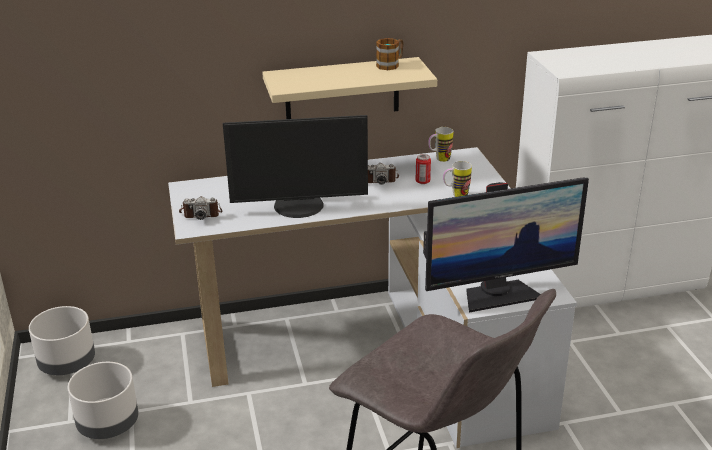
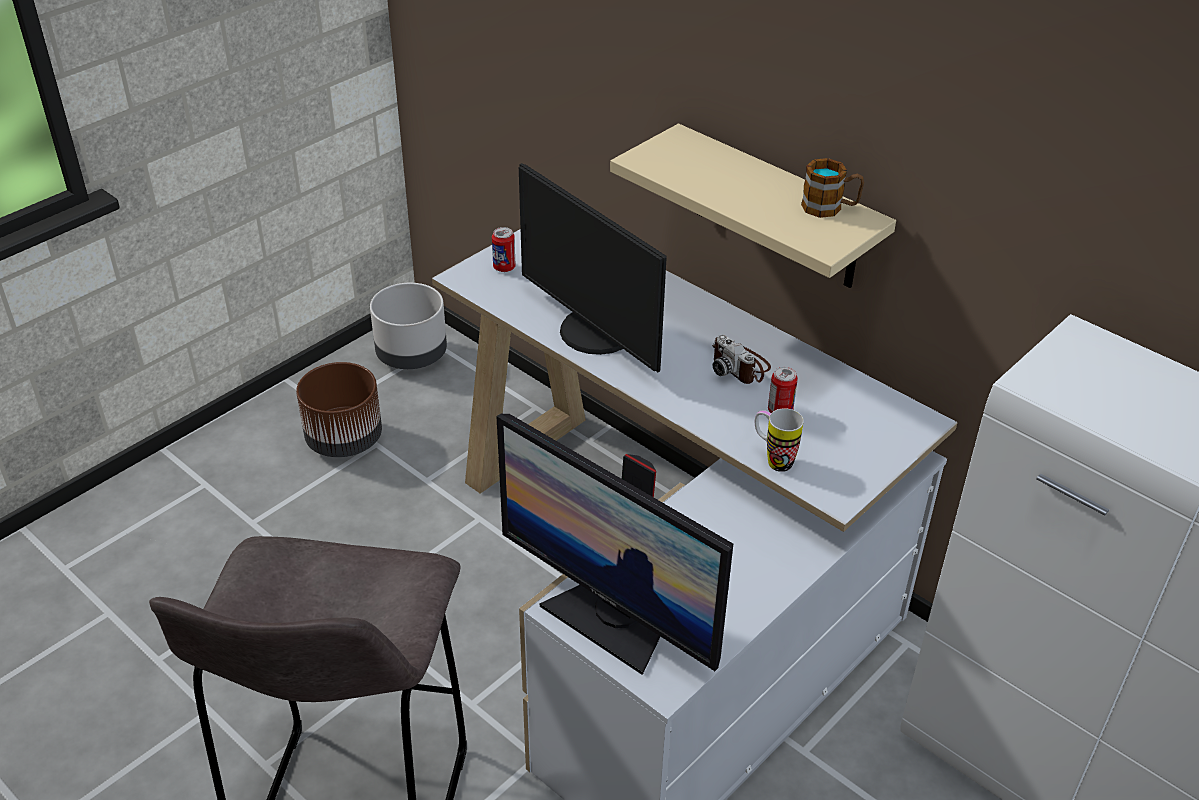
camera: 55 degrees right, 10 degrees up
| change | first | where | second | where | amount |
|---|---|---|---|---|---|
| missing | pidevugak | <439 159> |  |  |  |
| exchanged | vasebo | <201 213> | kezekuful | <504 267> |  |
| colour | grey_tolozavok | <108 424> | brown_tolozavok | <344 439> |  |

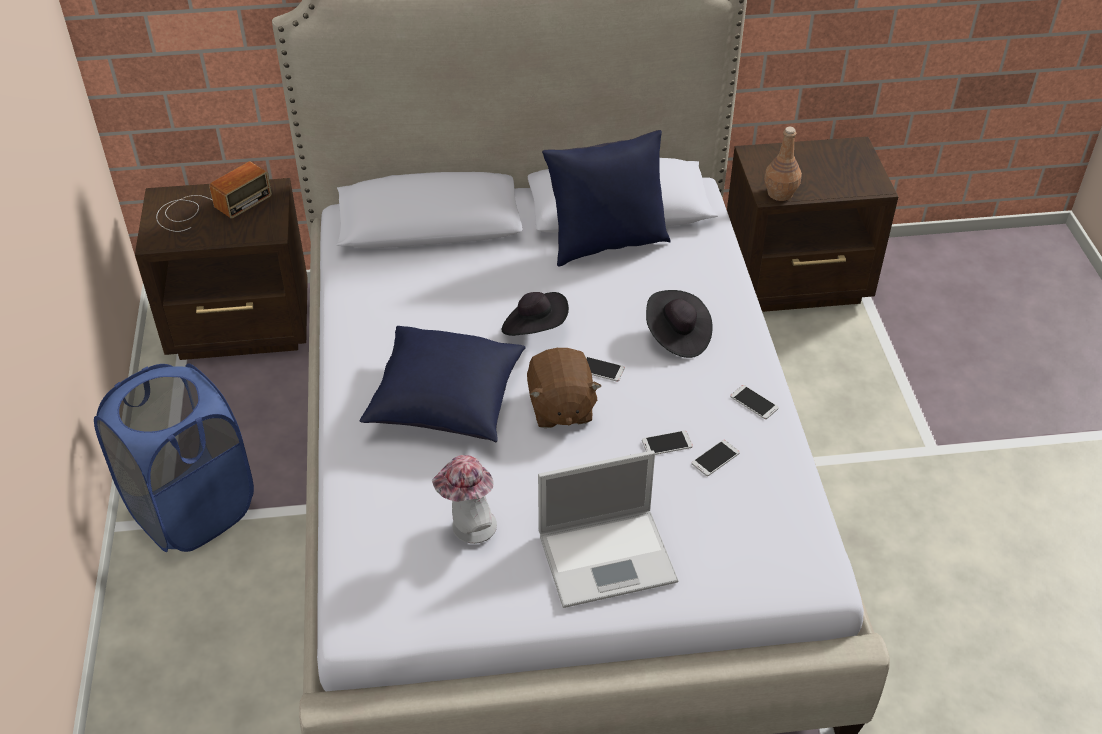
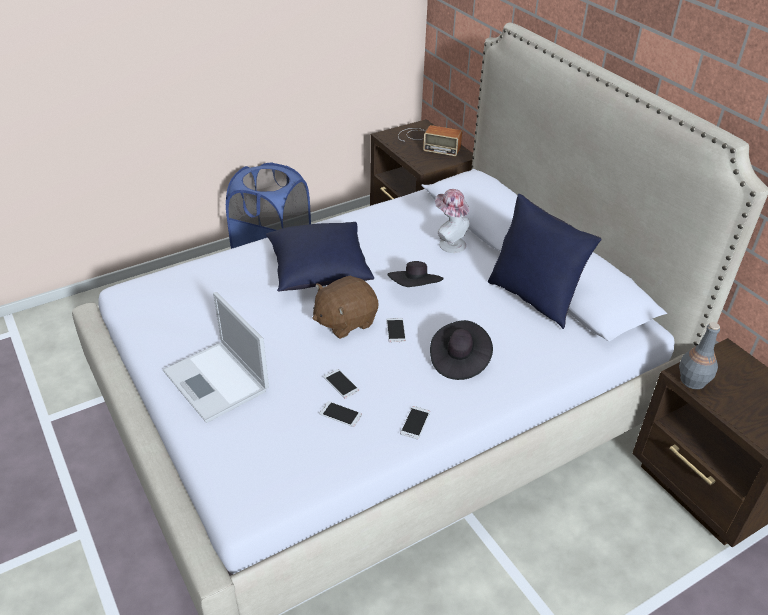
camera: 65 degrees right, 5 degrees down
| change | first | where | second | where | amount |
|---|---|---|---|---|---|
| colour | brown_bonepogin | <780 193> | grey_bonepogin | <692 381> |  |
| relocated | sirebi | <468 528> |  | <449 243> |  |

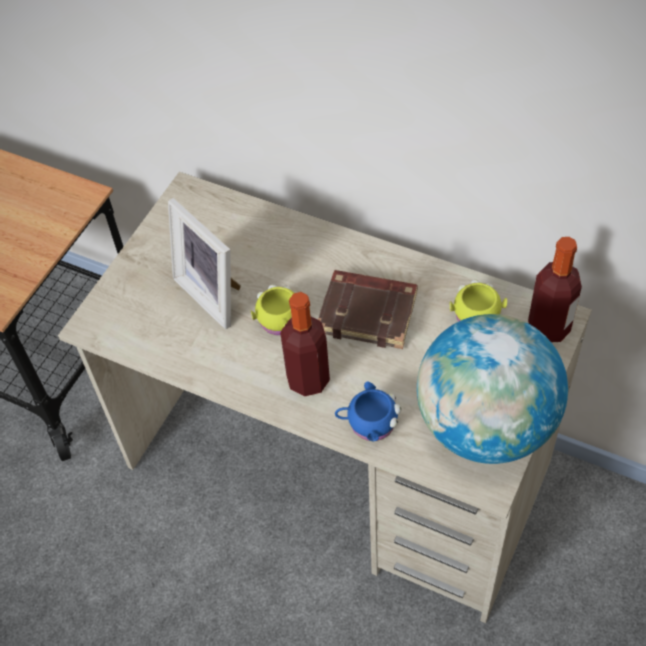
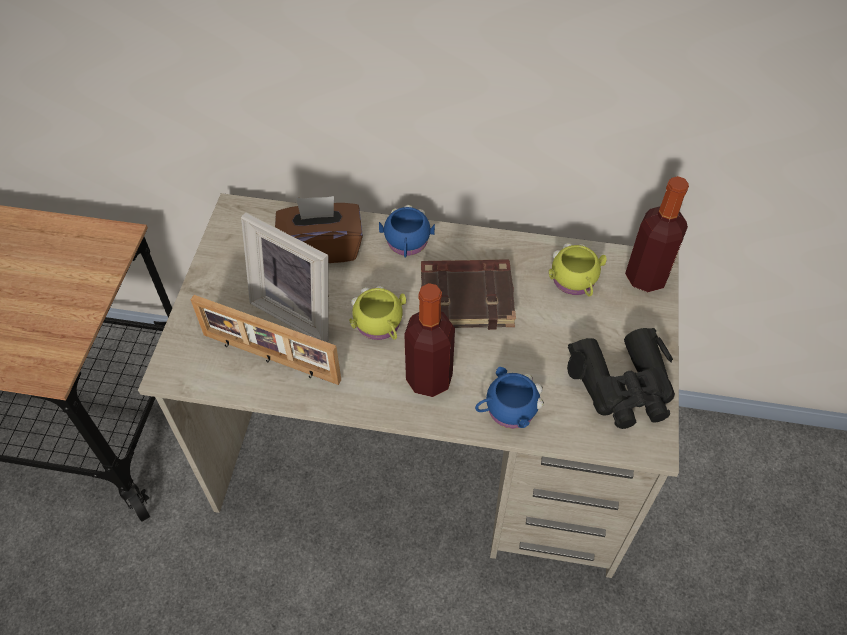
camera: 20 degrees left, 0 degrees up
| change | first | where | second | where | amount |
|---|---|---|---|---|---|
| exchanged | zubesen | <485 425> | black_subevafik | <623 386> |  |
| appeared |  |  | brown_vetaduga | <321 248> |  |
| appeared |  |  | blue_pidevugak | <407 244> |  |
| appeared |  |  | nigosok | <270 359> |  |

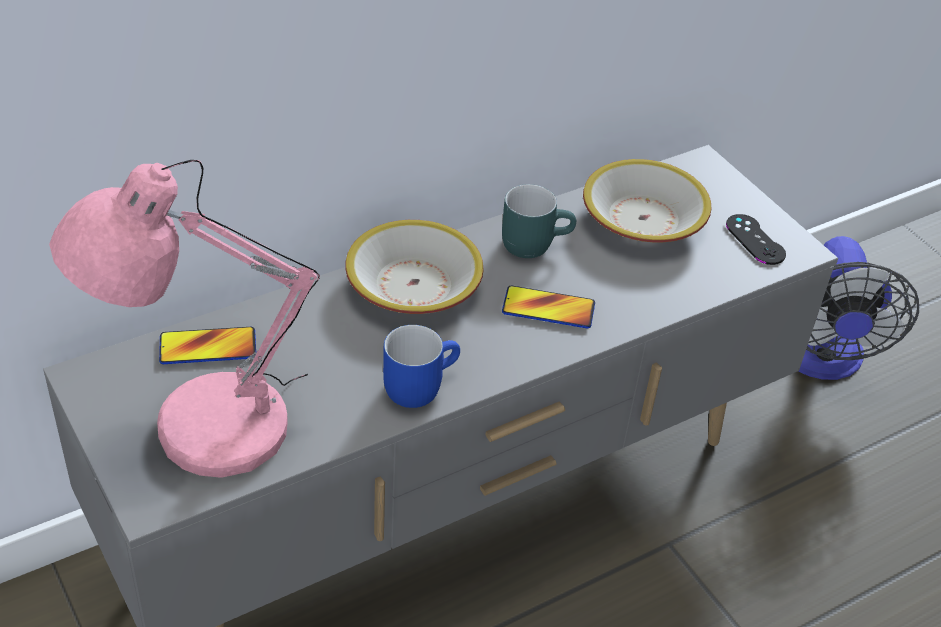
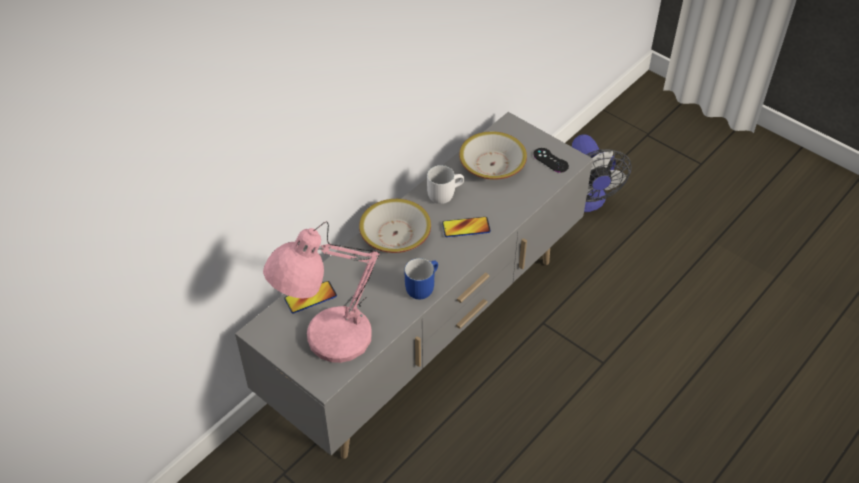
camera: 15 degrees left, 5 degrees up
| change | first | where | second | where | amount |
|---|---|---|---|---|---|
| colour | turquoise_pidevugak | <534 242> | white_pidevugak | <444 193> |  |

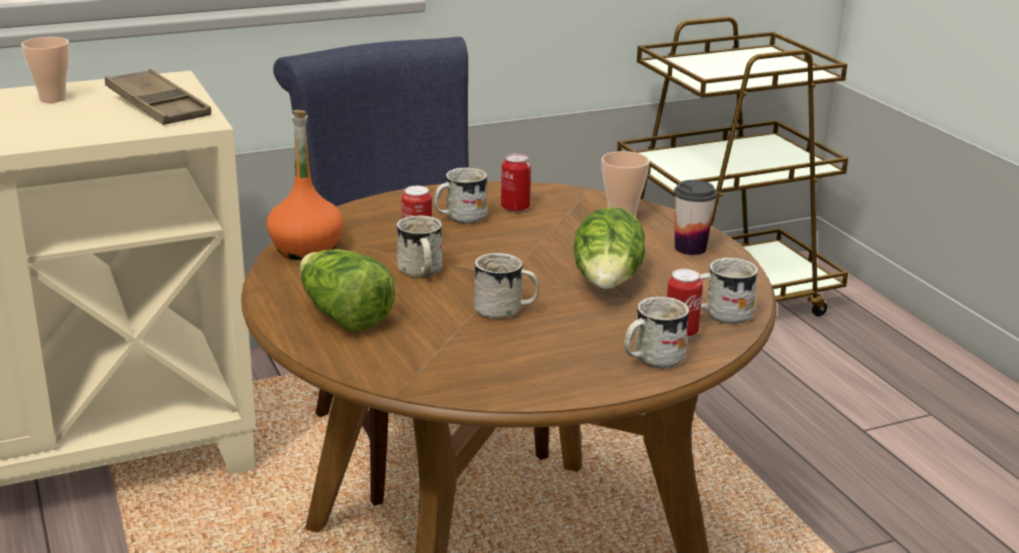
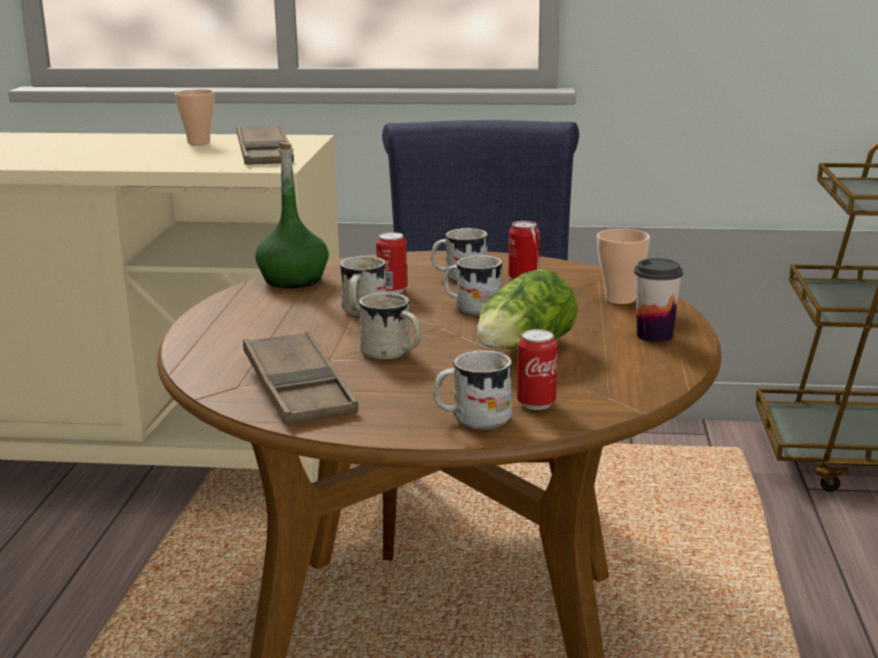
camera: 30 degrees right, 5 degrees down
| change | first | where | second | where | amount |
|---|---|---|---|---|---|
| colour | orange_bonepogin | <306 248> | green_bonepogin | <293 280> |  |
| missing | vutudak | <343 315> |  |  |  |
| relocated | white_pidevugak | <720 314> |  | <472 308> |  |
| appeared |  |  | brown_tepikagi | <298 389> |  |

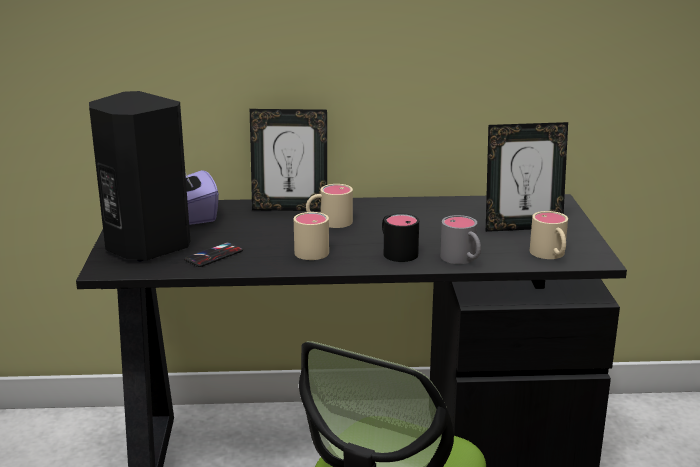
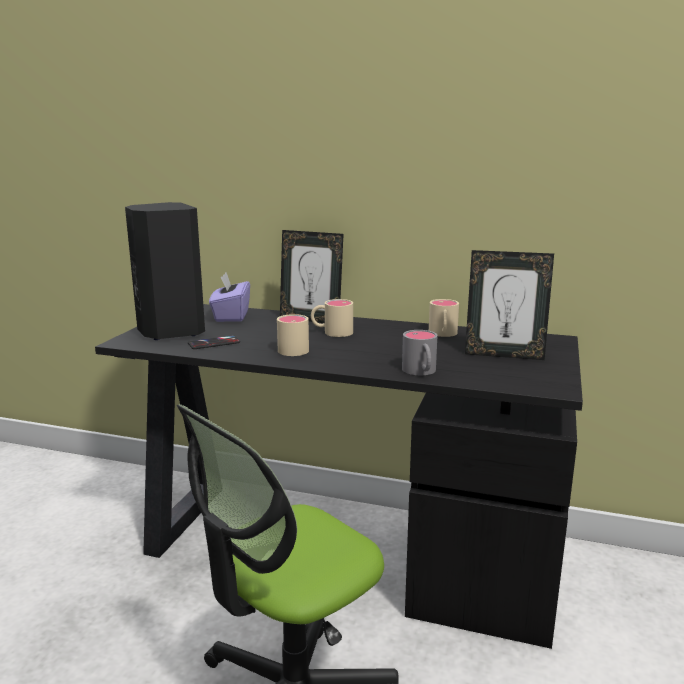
camera: 20 degrees right, 5 degrees down
| change | first | where | second | where | amount |
|---|---|---|---|---|---|
| relocated | beige_pidevugak | <550 255> |  | <443 334> |  |
| missing | black_pidevugak | <396 251> |  |  |  |

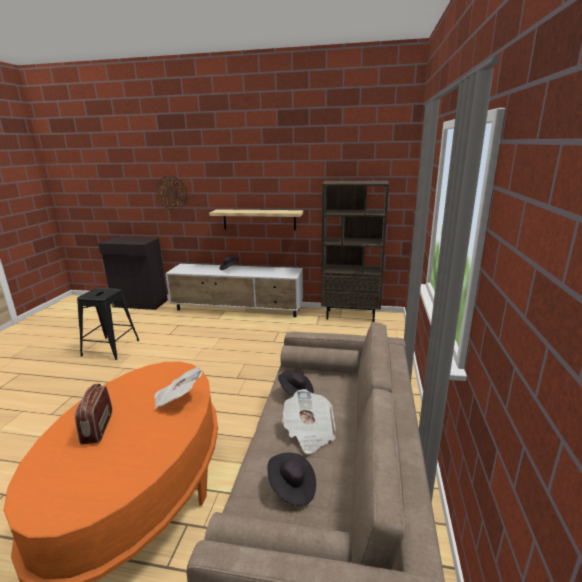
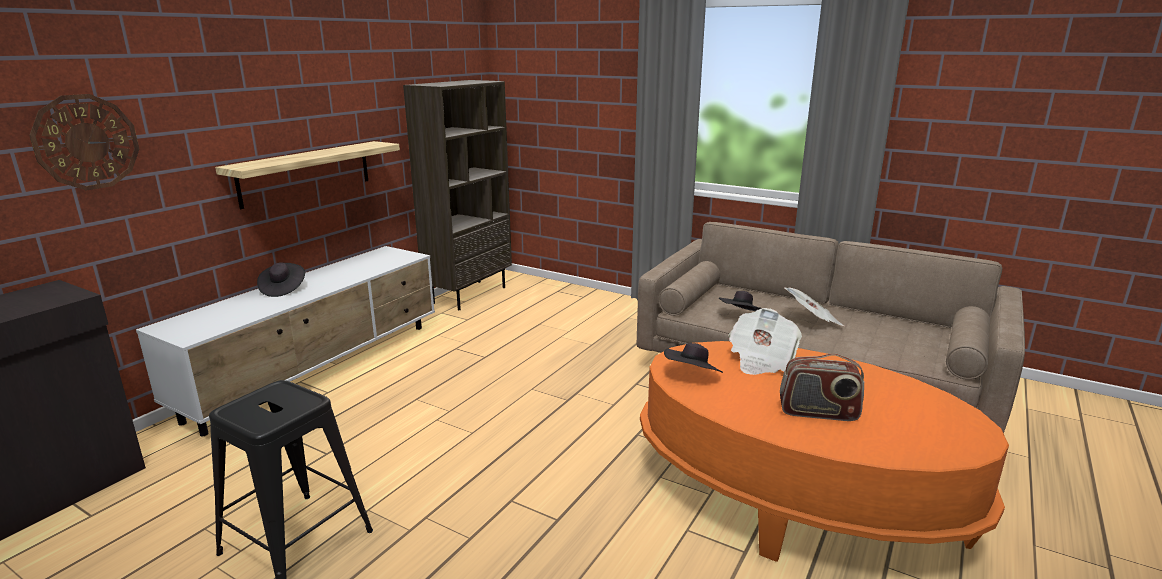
camera: 70 degrees left, 0 degrees up
| change | first | where | second | where | amount |
|---|---|---|---|---|---|
| relocated | black_sirebi | <292 488> |  | <692 376> |  |

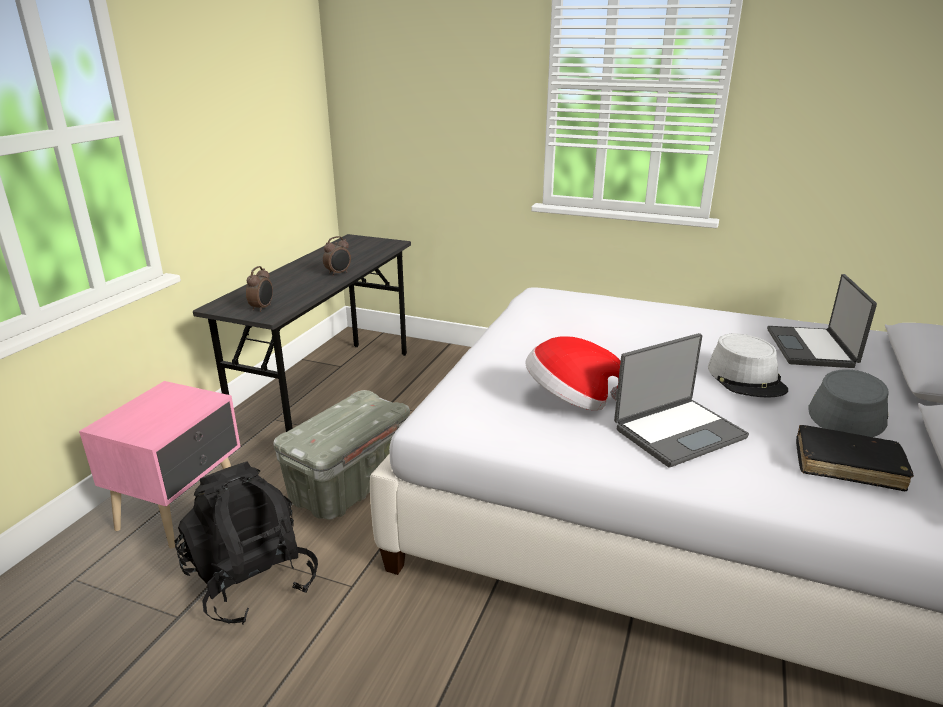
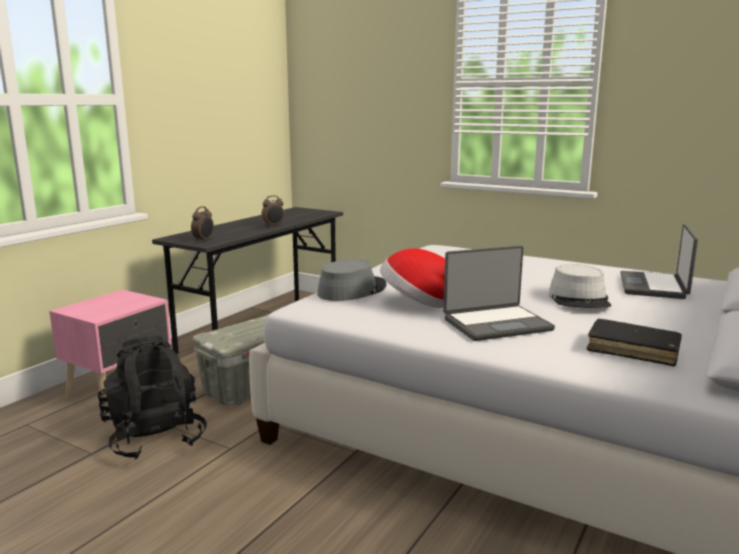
camera: 10 degrees right, 10 degrees down
| change | first | where | second | where | amount |
|---|---|---|---|---|---|
| relocated | grey_sirebi | <847 412> |  | <352 290> |  |

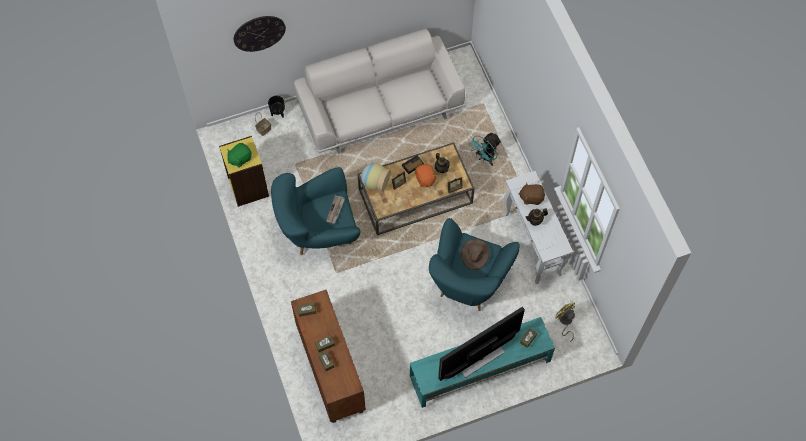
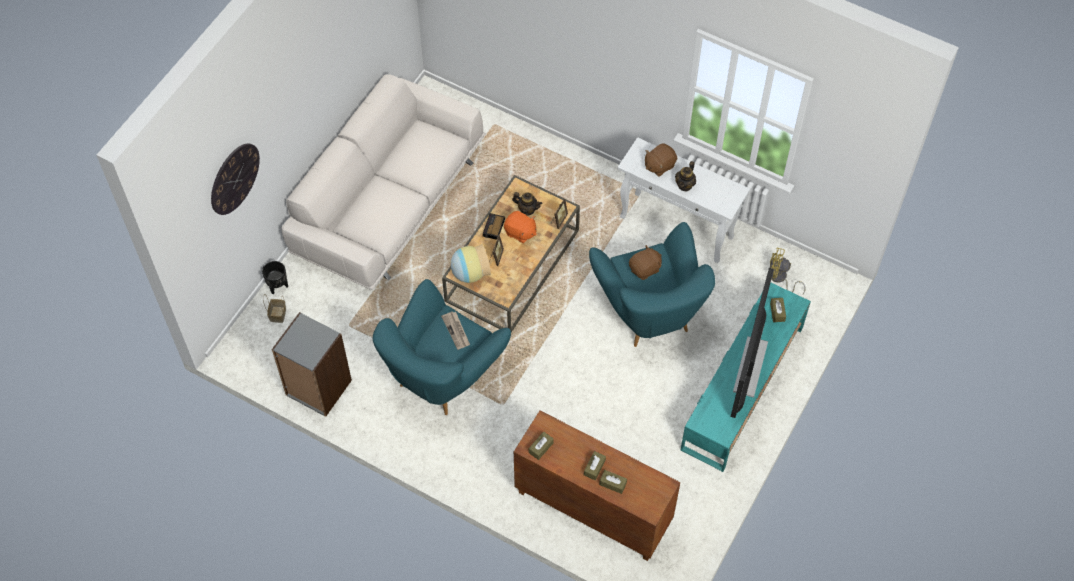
camera: 40 degrees left, 5 degrees down
| change | first | where | second | where | amount |
|---|---|---|---|---|---|
| missing | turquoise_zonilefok | <485 158> |  |  |  |
| colour | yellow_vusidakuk | <248 187> | grey_vusidakuk | <318 388> |  |
| missing | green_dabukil | <240 158> |  |  |  |
| exchanged | brown_sirebi | <475 254> | brown_dabukil | <645 269> |  |

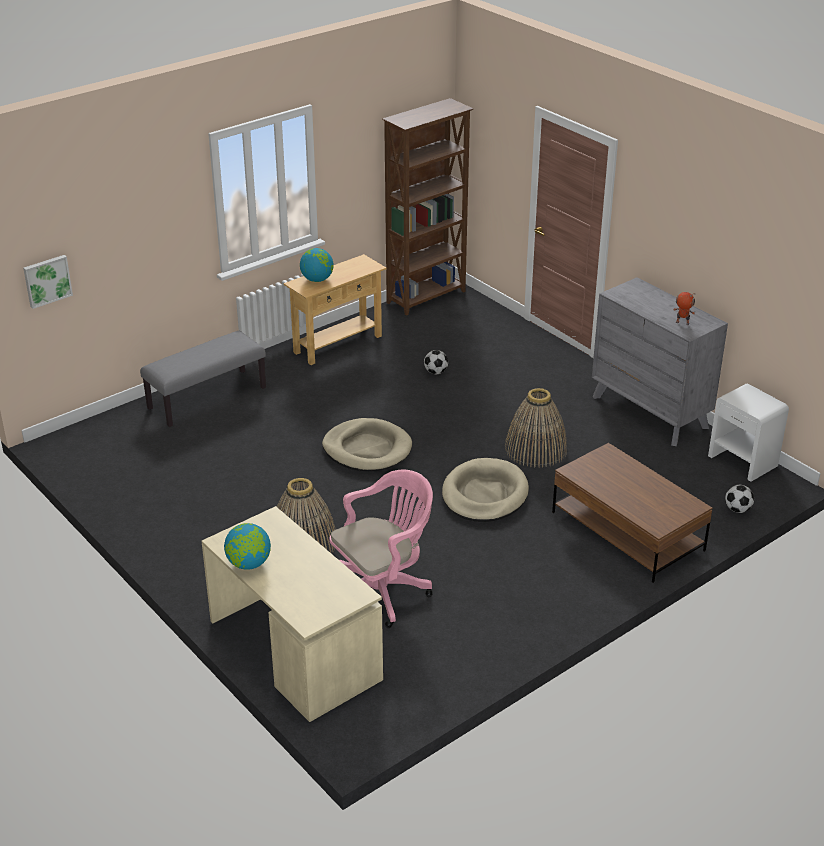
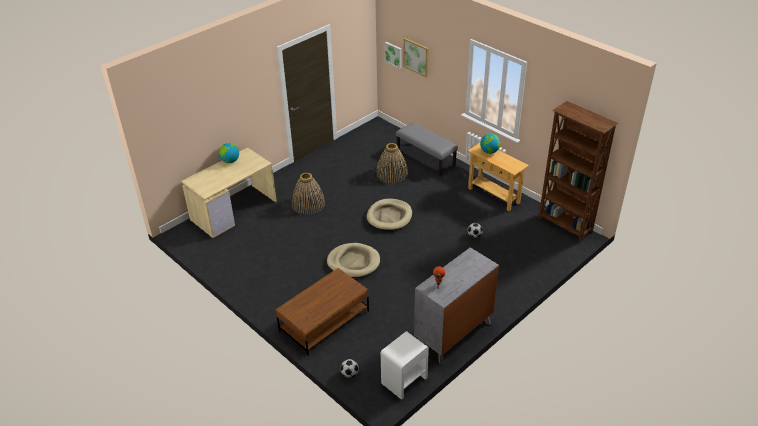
camera: 85 degrees right, 5 degrees up
| change | first | where | second | where | amount |
|---|---|---|---|---|---|
| relocated | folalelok | <535 449> |  | <392 174> |  |
| missing | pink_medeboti | <383 590> |  |  |  |
| appeared |  |  | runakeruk | <416 57> |  |

